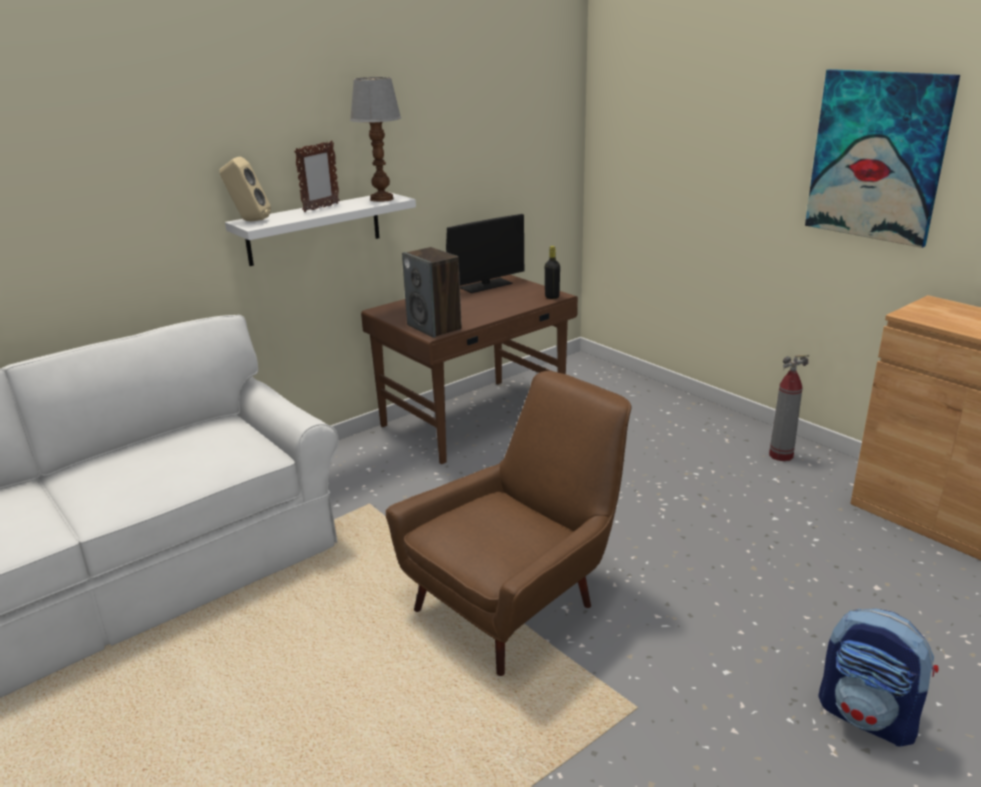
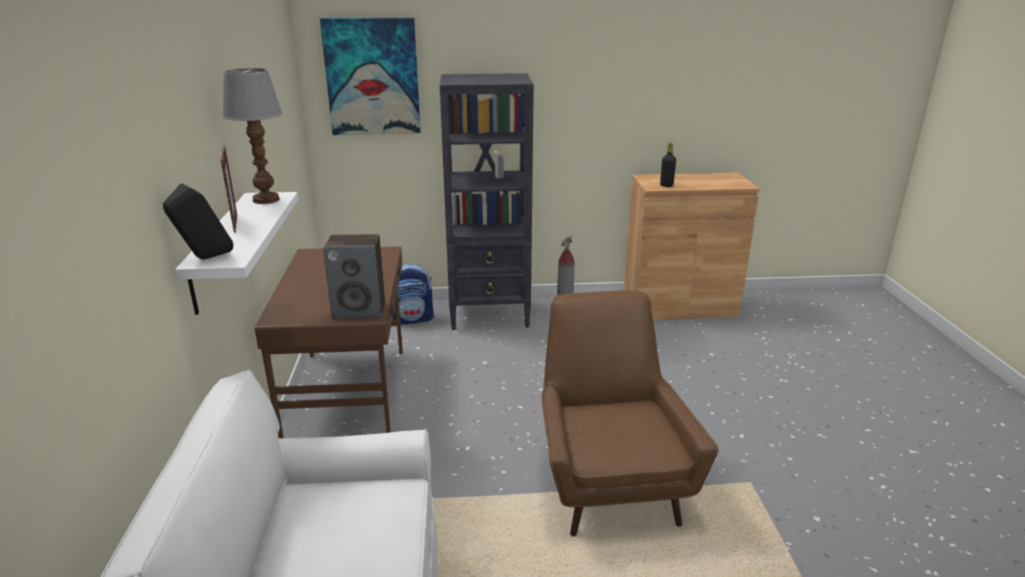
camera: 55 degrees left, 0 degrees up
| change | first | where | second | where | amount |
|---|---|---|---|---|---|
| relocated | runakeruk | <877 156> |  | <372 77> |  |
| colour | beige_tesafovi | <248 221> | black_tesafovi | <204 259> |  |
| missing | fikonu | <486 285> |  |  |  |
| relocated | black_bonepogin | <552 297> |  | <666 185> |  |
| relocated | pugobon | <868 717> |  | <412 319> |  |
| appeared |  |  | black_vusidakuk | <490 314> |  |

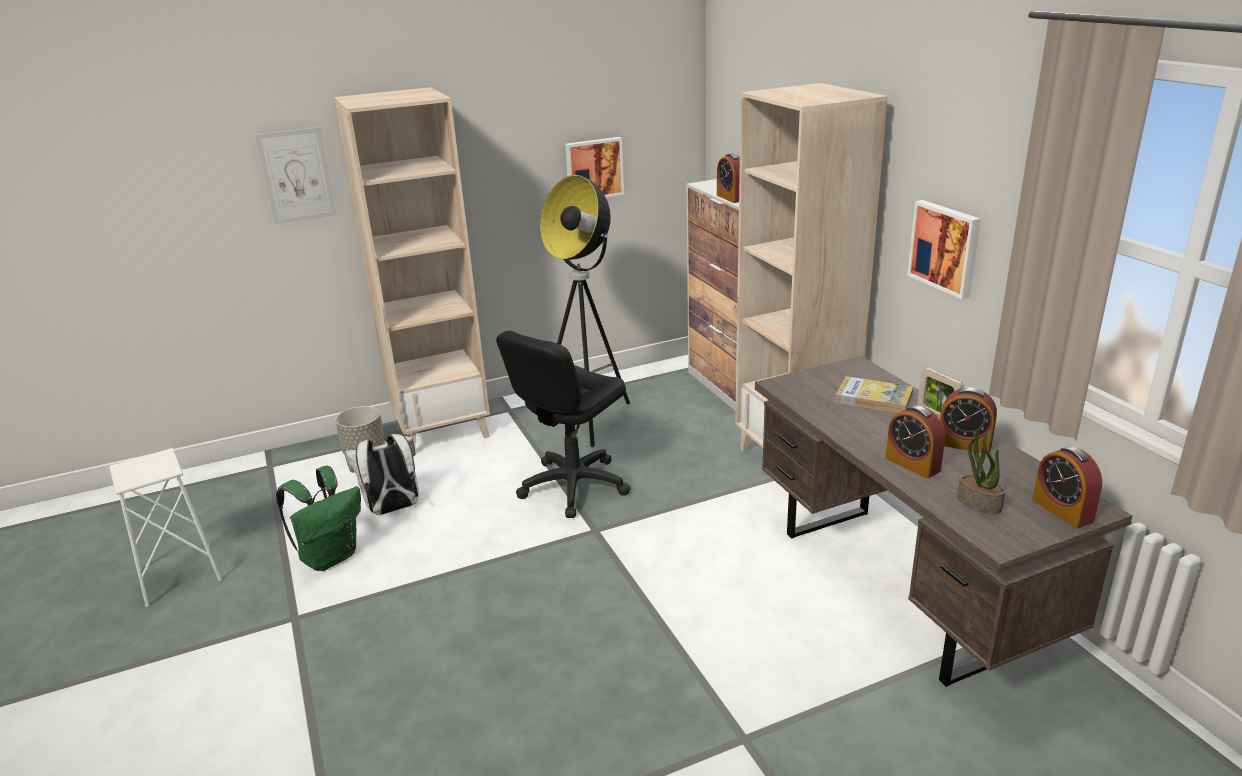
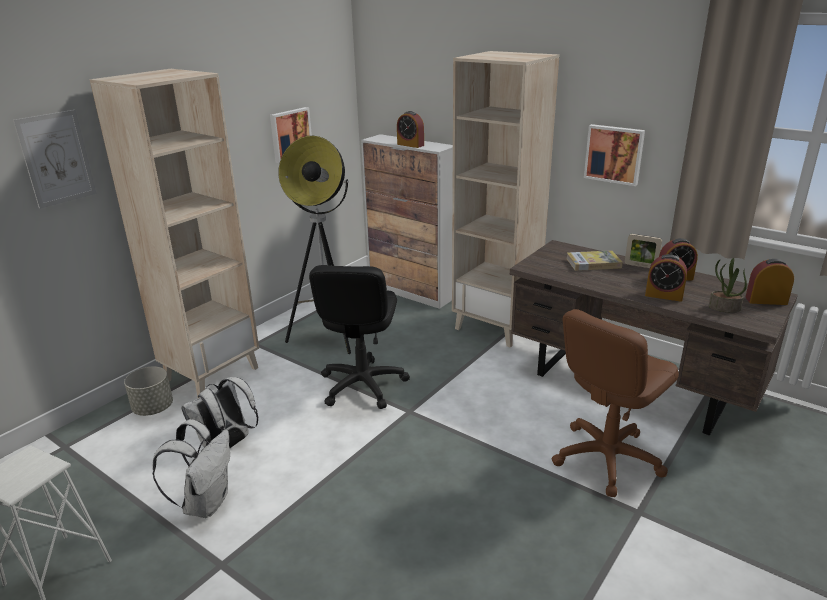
camera: 30 degrees left, 0 degrees up
| change | first | where | second | where | amount |
|---|---|---|---|---|---|
| spun | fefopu | <1062 510> |  | <766 300> | 150 degrees clockwise |
| colour | green_pugobon | <330 557> | white_pugobon | <206 503> |  |
| appeared |  |  | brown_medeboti | <606 458> |  |

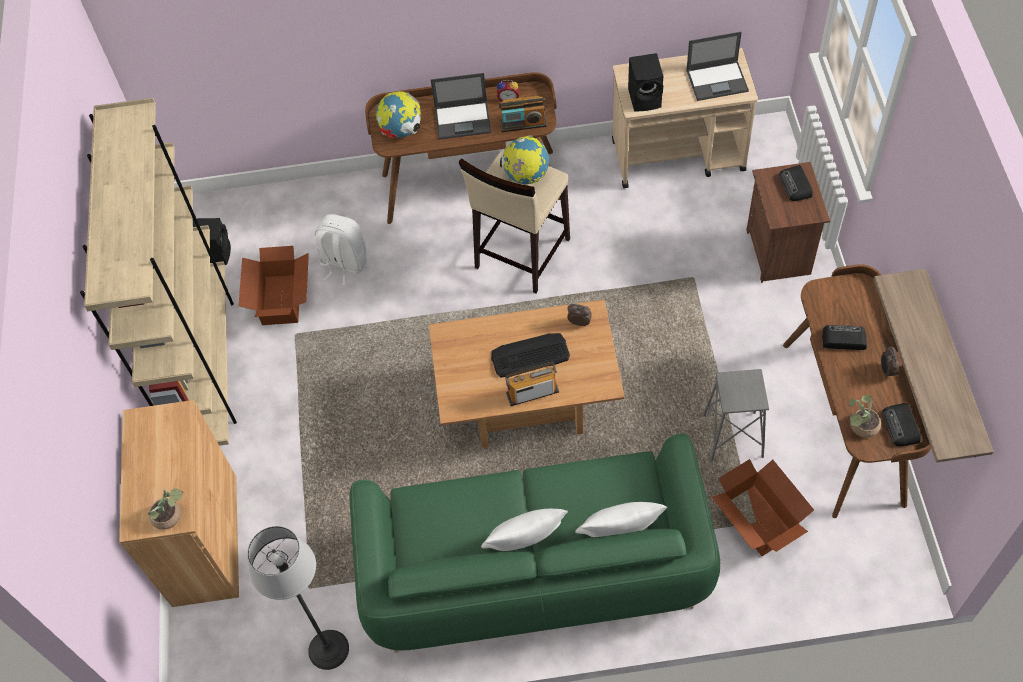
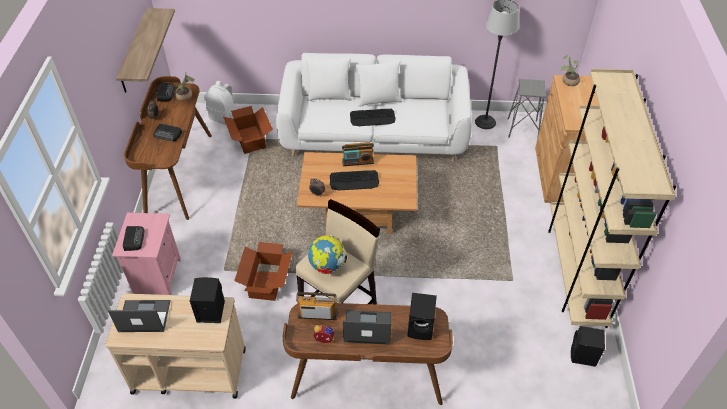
camera: 175 degrees left, 10 degrees down
| change | first | where | second | where | amount |
|---|---|---|---|---|---|
| exchanged | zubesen | <401 130> | black_tesafovi | <421 327> |  |
| colour | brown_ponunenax | <779 252> | pink_ponunenax | <156 277> |  |
| relocated | white_pugobon | <343 263> |  | <224 118> |  |
| relocated | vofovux | <282 299> |  | <266 282> |  |
| relocated | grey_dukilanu | <732 436> |  | <522 129> |  |
| colour | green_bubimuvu | <535 570> | white_bubimuvu | <374 136> |  |
| appeared |  |  | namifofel | <372 118> |  |

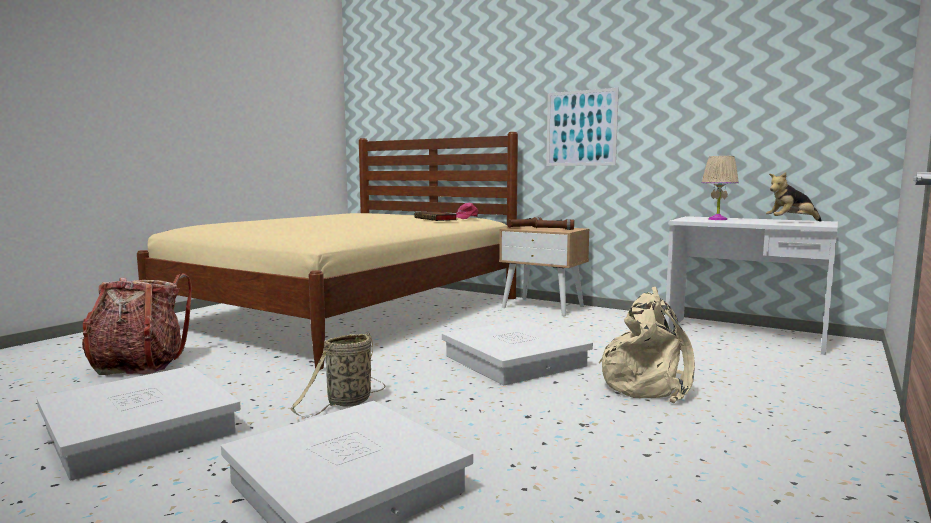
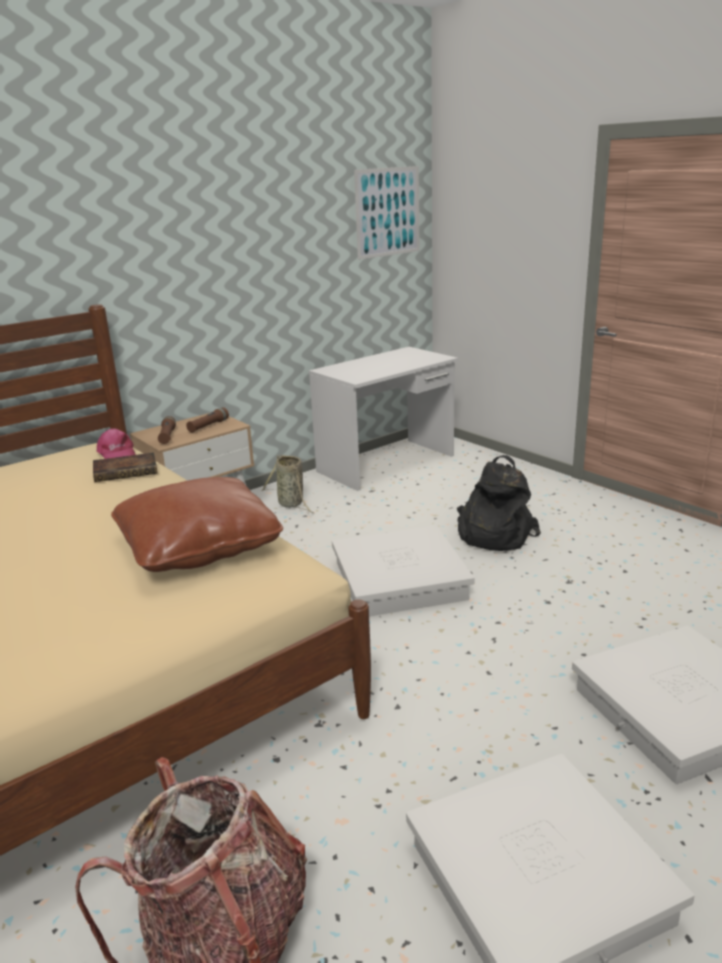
camera: 70 degrees left, 15 degrees up
| change | first | where | second | where | amount |
|---|---|---|---|---|---|
| relocated | runakeruk | <581 128> |  | <388 212> |  |
| missing | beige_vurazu | <717 219> |  |  |  |
| missing | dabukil | <791 222> |  |  |  |
| colour | beige_pugobon | <648 385> | black_pugobon | <492 535> |  |
| relocated | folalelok | <346 403> |  | <292 504> |  |
| appeared |  |  | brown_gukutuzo | <198 547> |  |

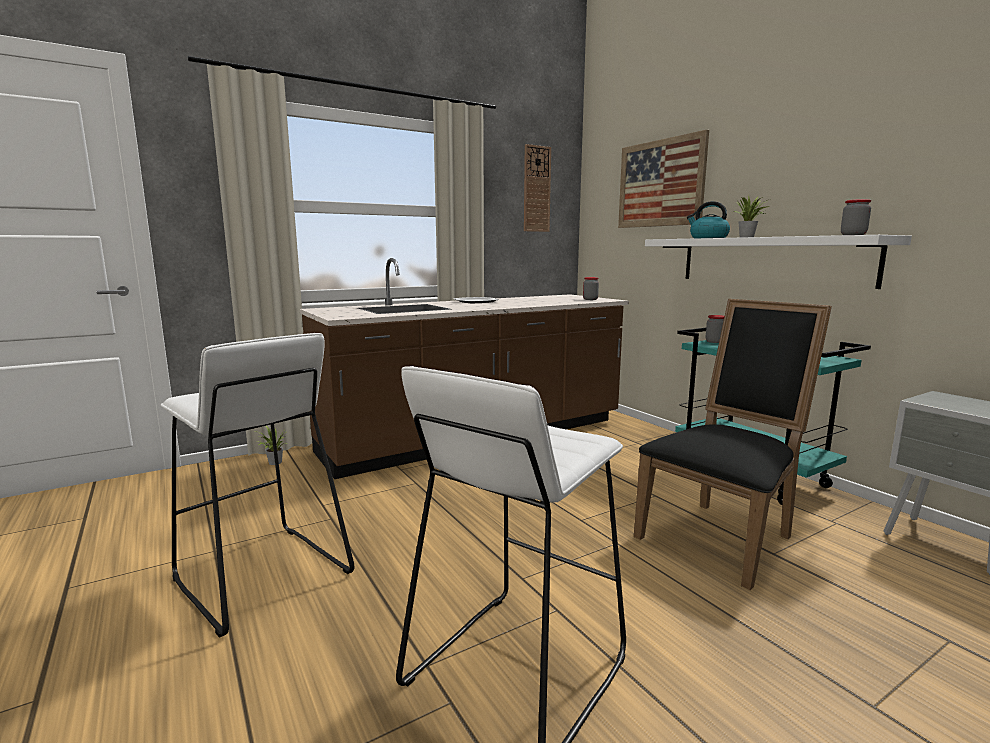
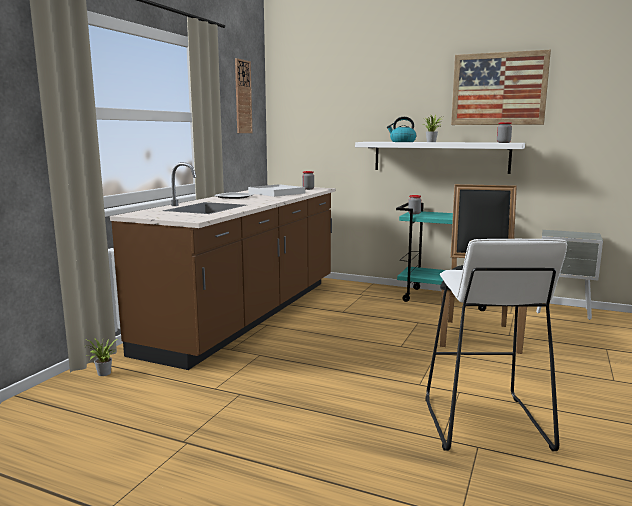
camera: 35 degrees left, 0 degrees up
| change | first | where | second | where | amount |
|---|---|---|---|---|---|
| relocated | runakeruk | <660 183> |  | <498 89> |  |
| missing | white_dukilanu | <261 577> |  |  |  |
| appeared |  |  | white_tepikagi | <277 193> |  |

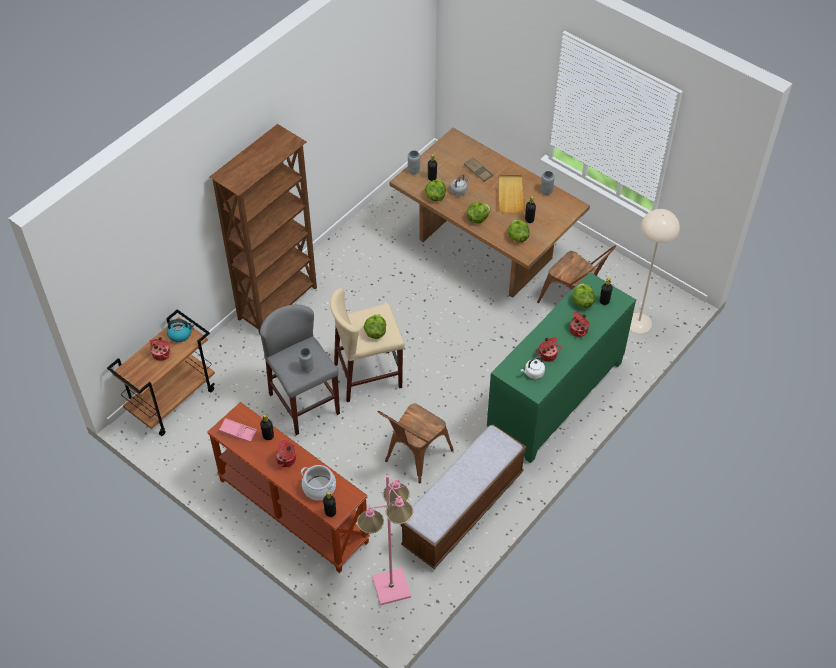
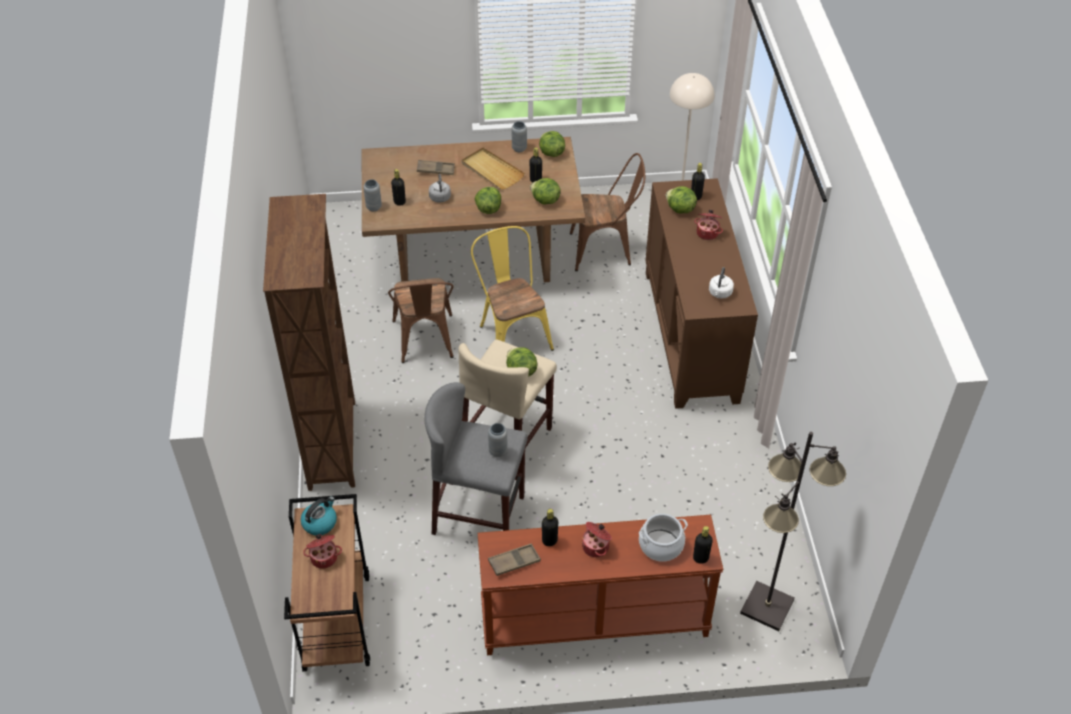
camera: 45 degrees left, 5 degrees down
| change | first | where | second | where | amount |
|---|---|---|---|---|---|
| relocated | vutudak | <435 196> |  | <551 153> |  |
| colour | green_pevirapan | <556 398> | brown_pevirapan | <691 336> |  |
| missing | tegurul | <547 354> |  |  |  |
| relocated | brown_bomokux | <414 458> |  | <425 343> |  |
| colour | pink_tepikagi | <238 432> | brown_tepikagi | <514 562> |  |
| missing | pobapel | <462 510> |  |  |  |
| colour | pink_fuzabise | <391 587> | black_fuzabise | <767 607> |  |
| appeared |  |  | yellow_bomokux | <511 334> |  |

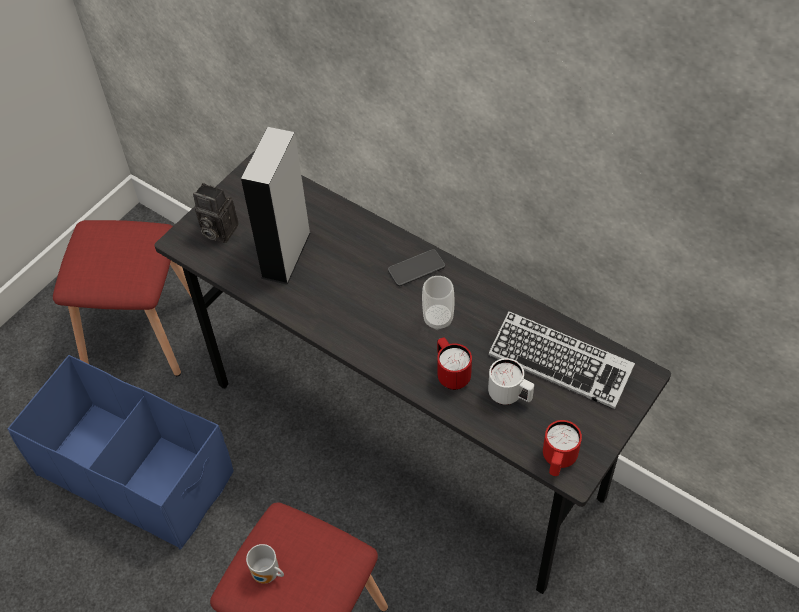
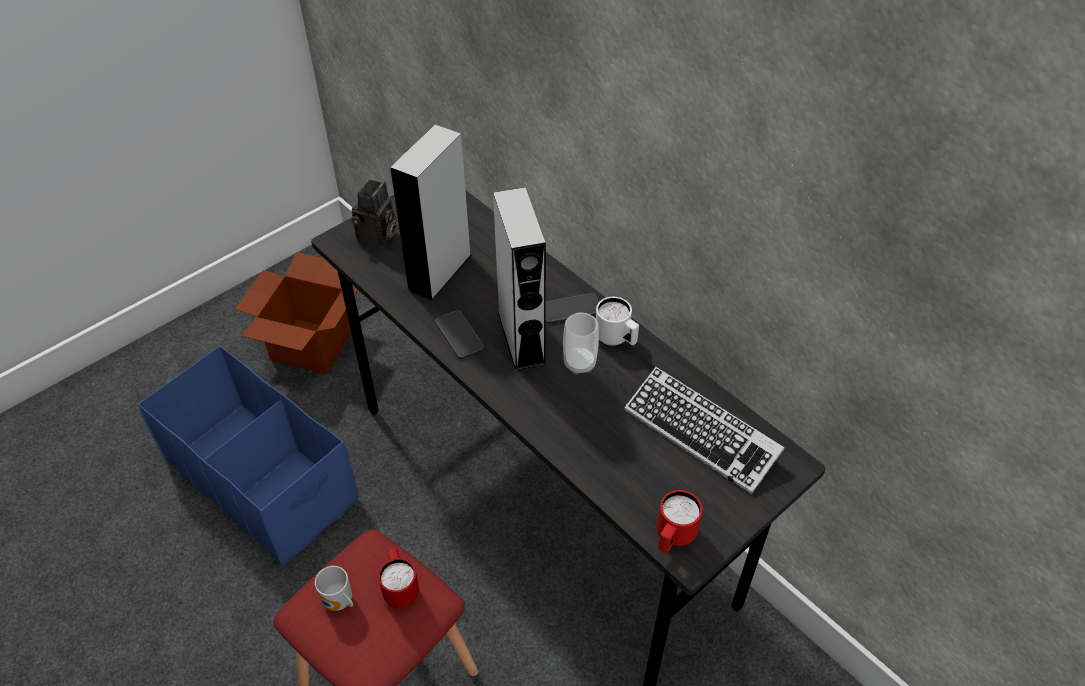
camera: 10 degrees right, 5 degrees down
| change | first | where | second | where | amount |
|---|---|---|---|---|---|
| spun | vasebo | <217 231> |  | <377 238> | 105 degrees counterclockwise |
| exchanged | red_dukilanu | <144 331> | vofovux | <312 346> |  |
| relocated | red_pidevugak | <451 374> |  | <400 589> |  |
| relocated | white_pidevugak | <510 396> |  | <616 339> |  |
| appeared |  |  | grey_tesafovi | <521 338> |  |
| appeared |  |  | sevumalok | <459 335> |  |

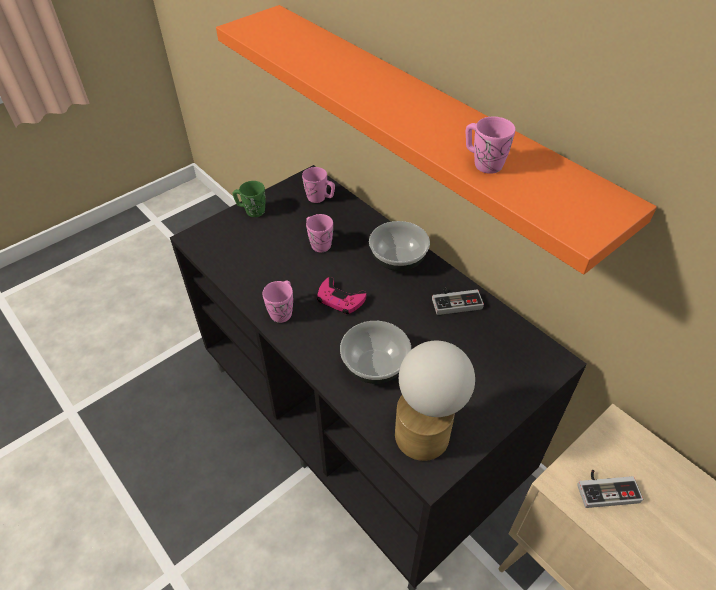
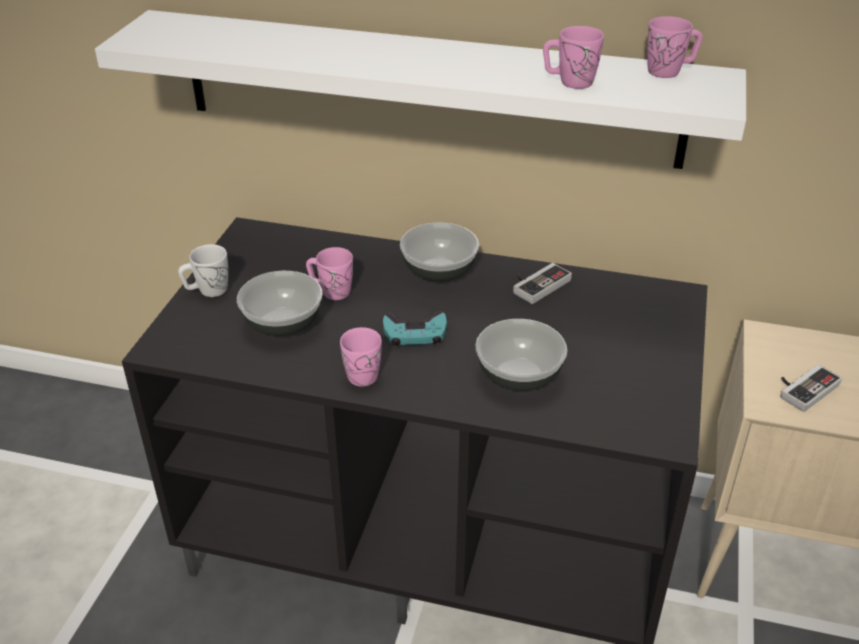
camera: 35 degrees left, 10 degrees down
| change | first | where | second | where | amount |
|---|---|---|---|---|---|
| colour | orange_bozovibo | <424 123> | white_bozovibo | <427 88> |  |
| relocated | pink_pidevugak | <320 198> |  | <670 71> |  |
| colour | green_pidevugak | <251 211> | white_pidevugak | <207 291> |  |
| colour | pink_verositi | <340 299> | turquoise_verositi | <415 333> |  |
| missing | vurazu | <427 430> |  |  |  |
| appeared |  |  | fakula | <283 323> |  |

